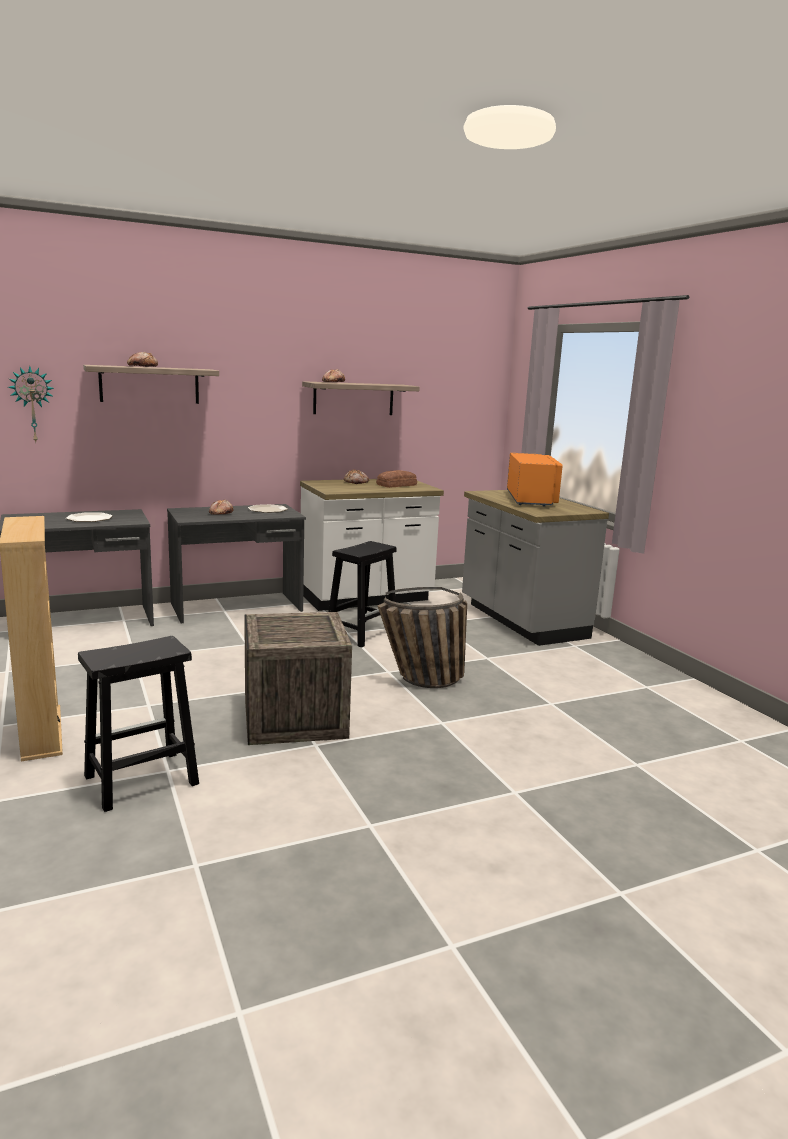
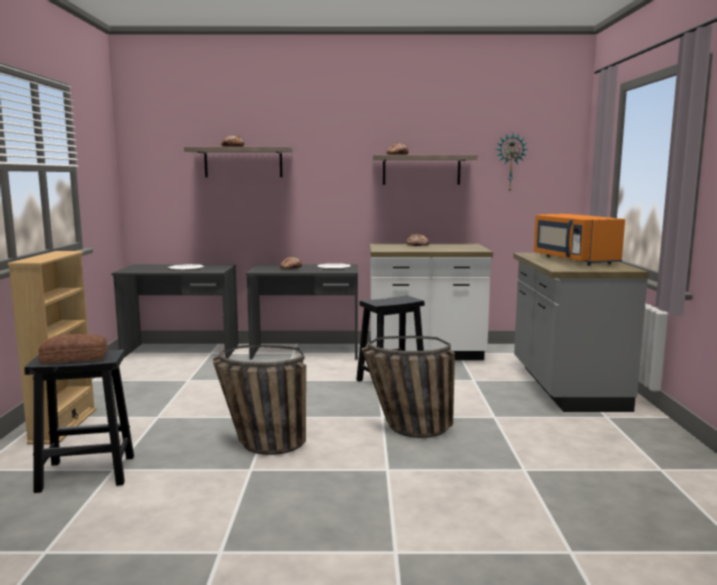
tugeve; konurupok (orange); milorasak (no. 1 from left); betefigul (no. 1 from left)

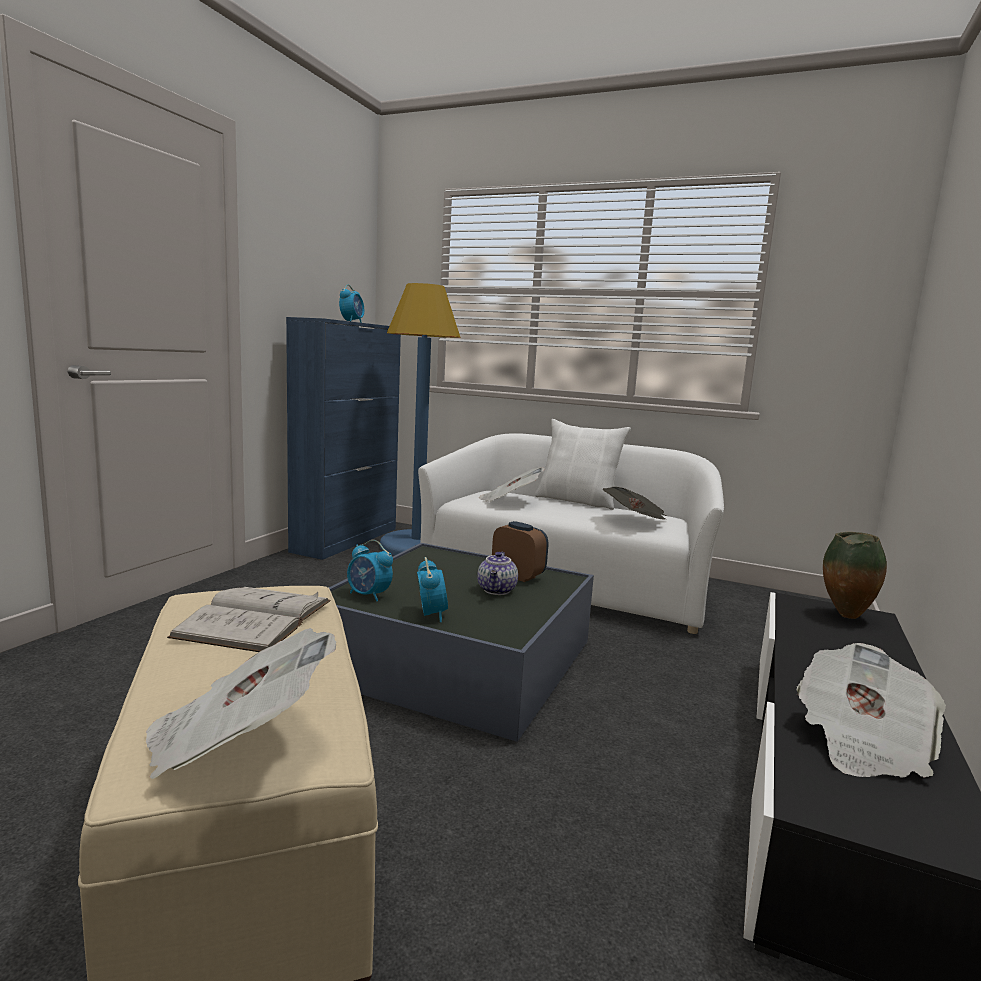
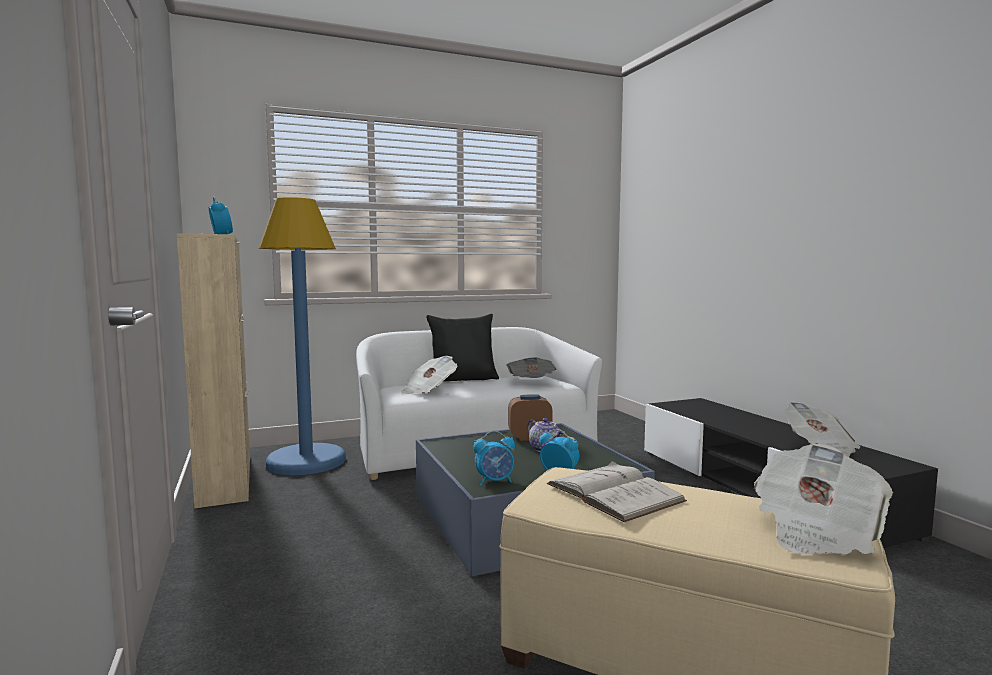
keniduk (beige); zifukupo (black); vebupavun

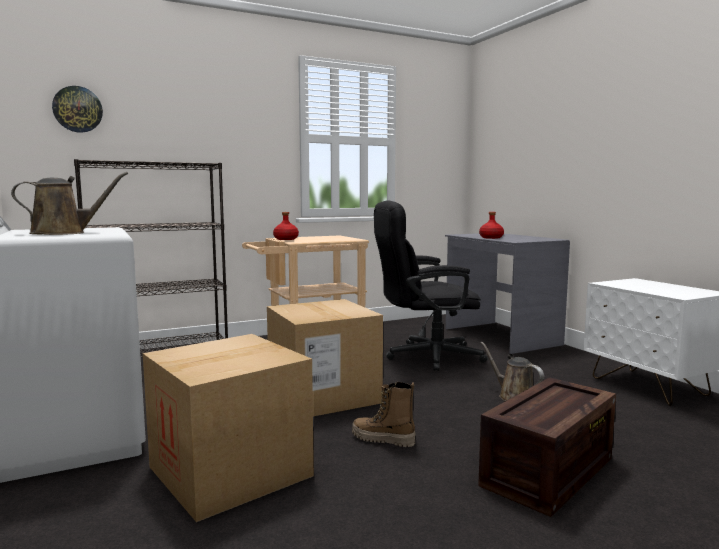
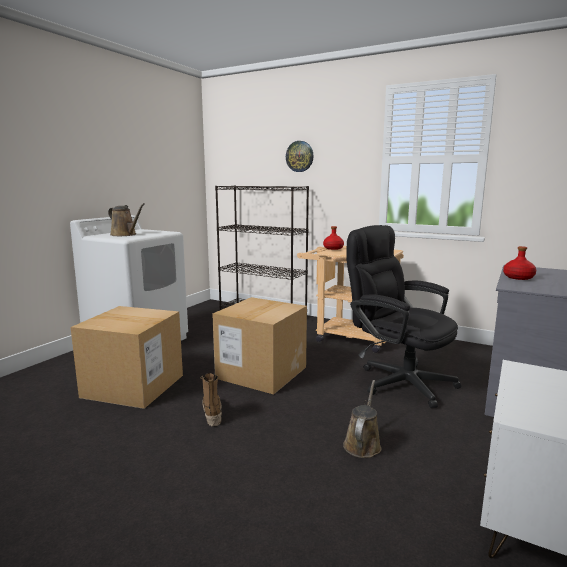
tugeve; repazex

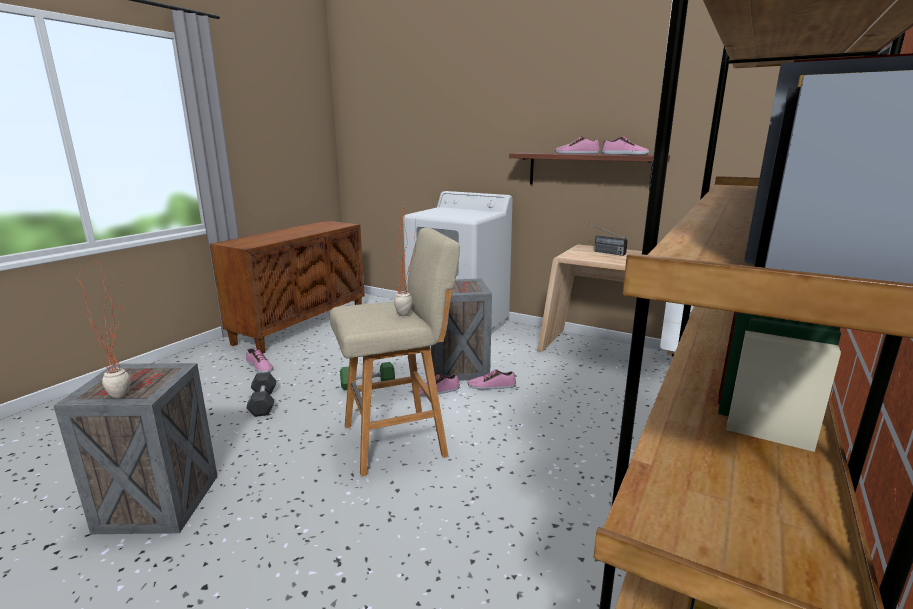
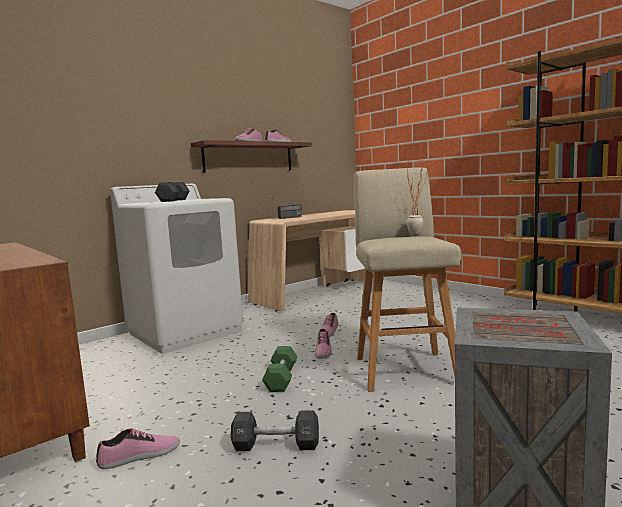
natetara (no. 1 from left in the first image); repazex (no. 2 from left in the first image); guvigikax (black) (no. 1 from left)

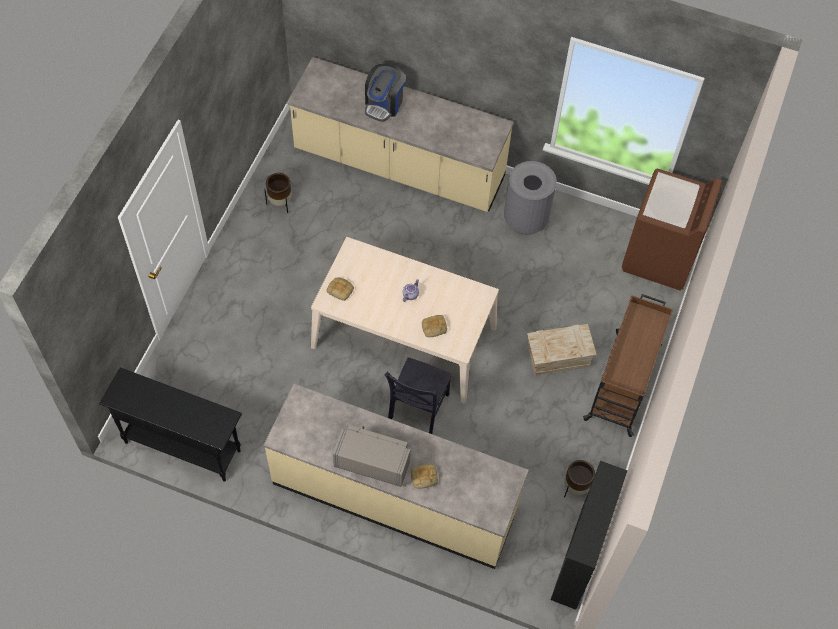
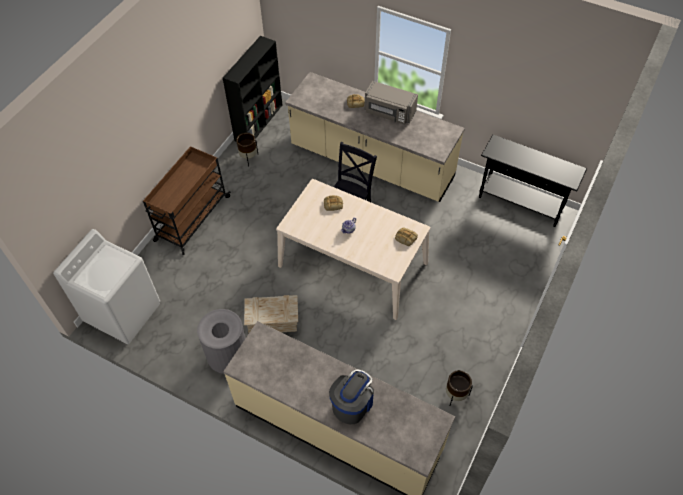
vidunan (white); repazex

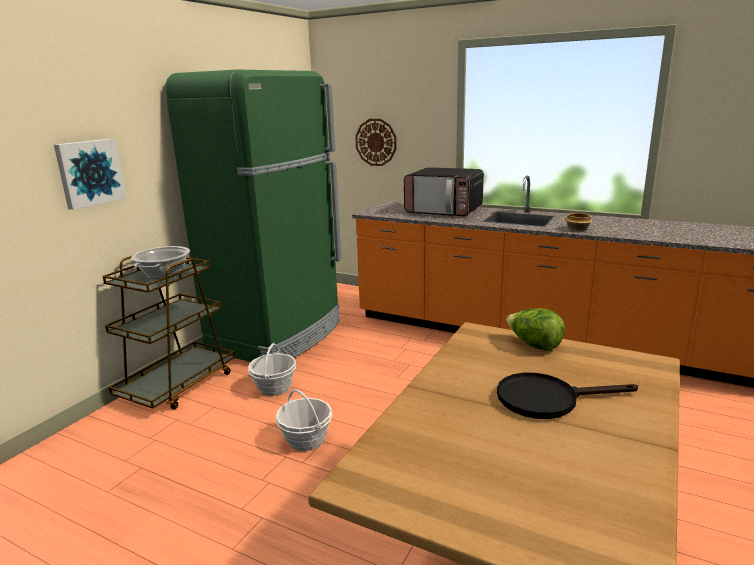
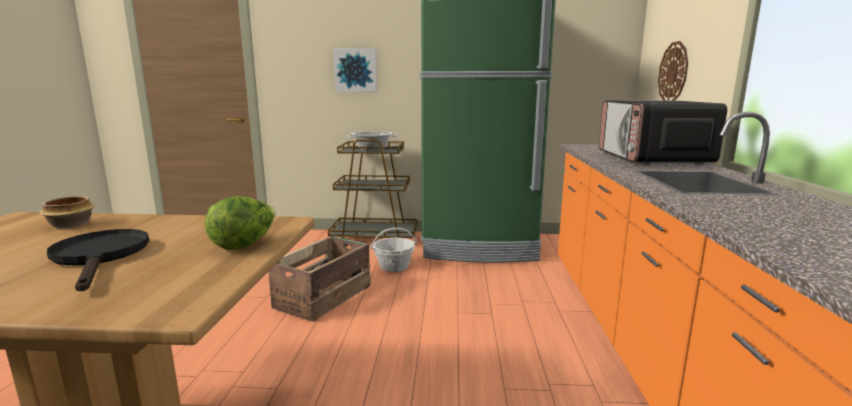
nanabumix; repazex

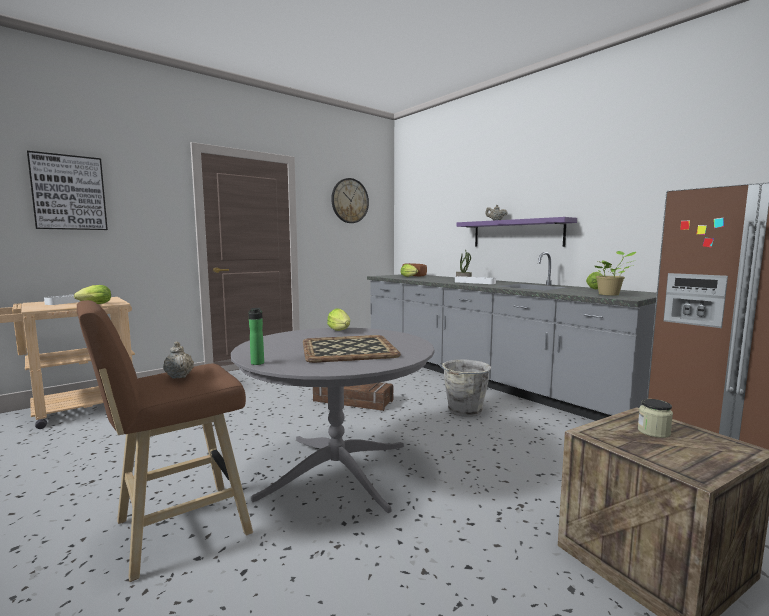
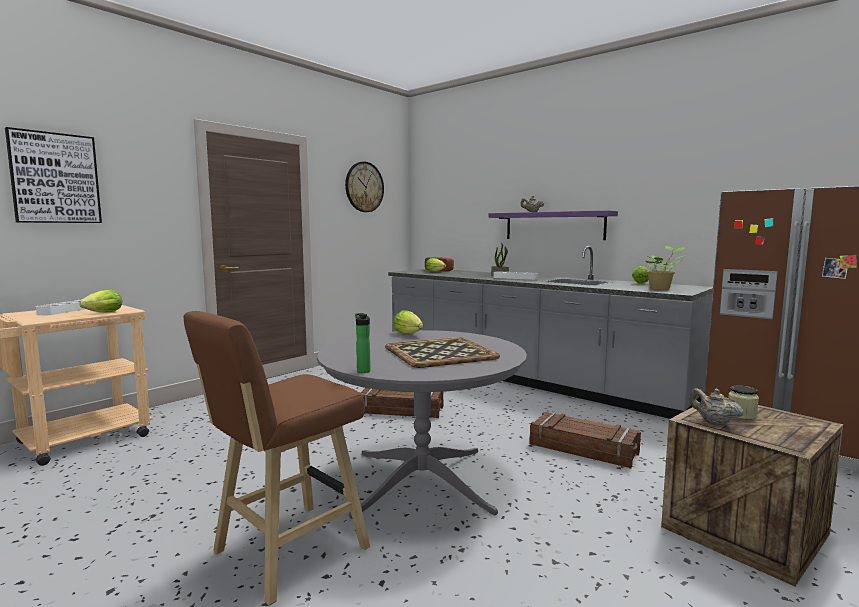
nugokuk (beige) (no. 2 from left); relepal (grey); repazex (no. 2 from left)

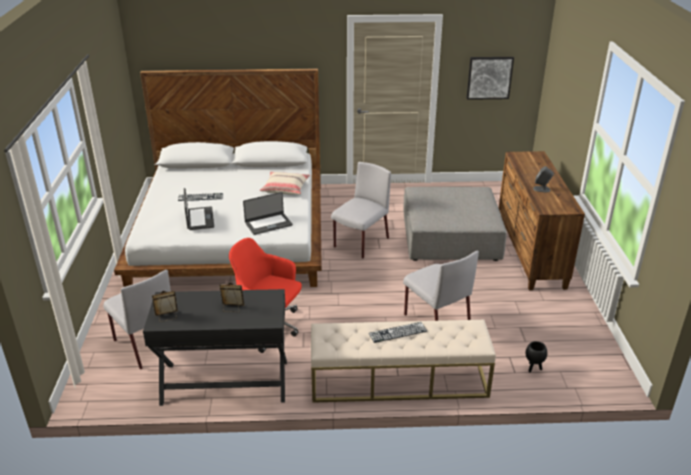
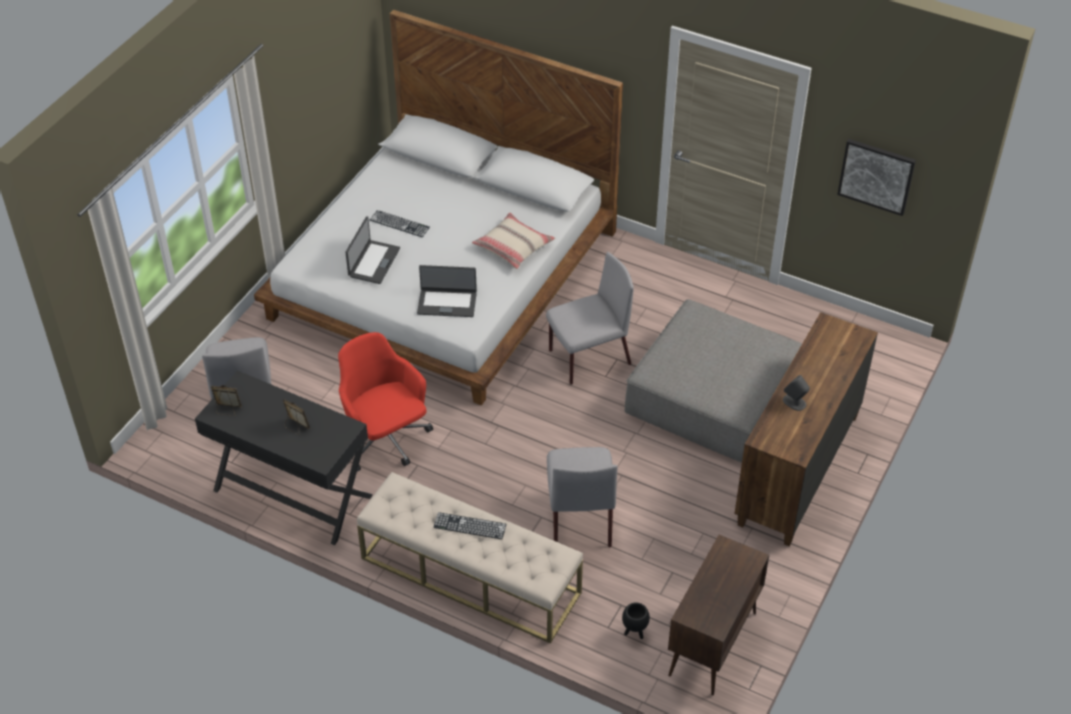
keniduk (brown)

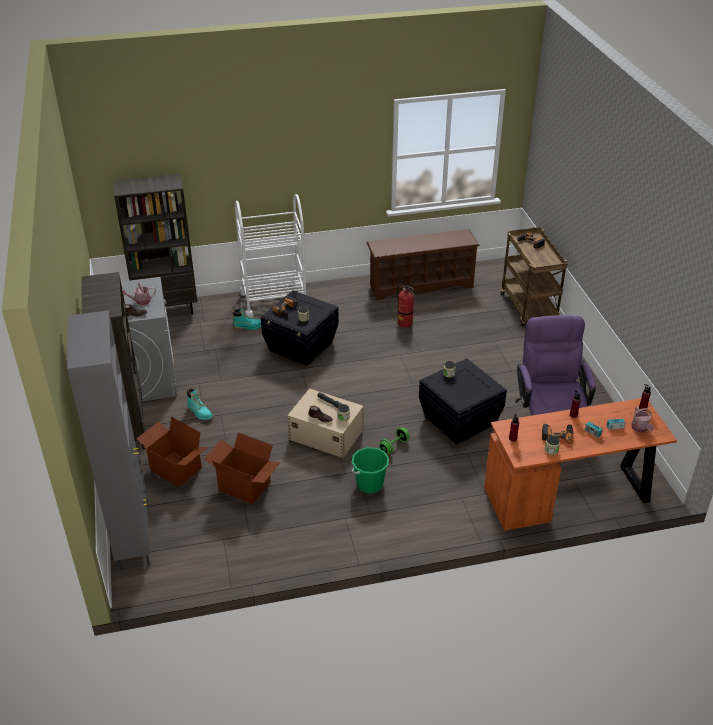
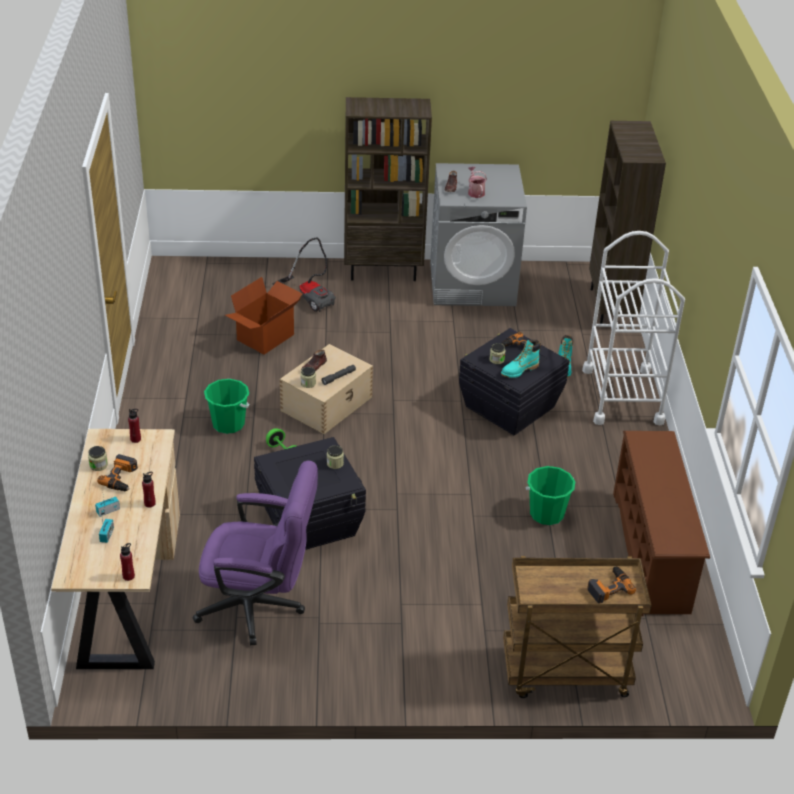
relepal (green) (no. 2 from left); keniduk (grey); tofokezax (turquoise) (no. 1 from left); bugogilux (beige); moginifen (no. 2 from left in the first image); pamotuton

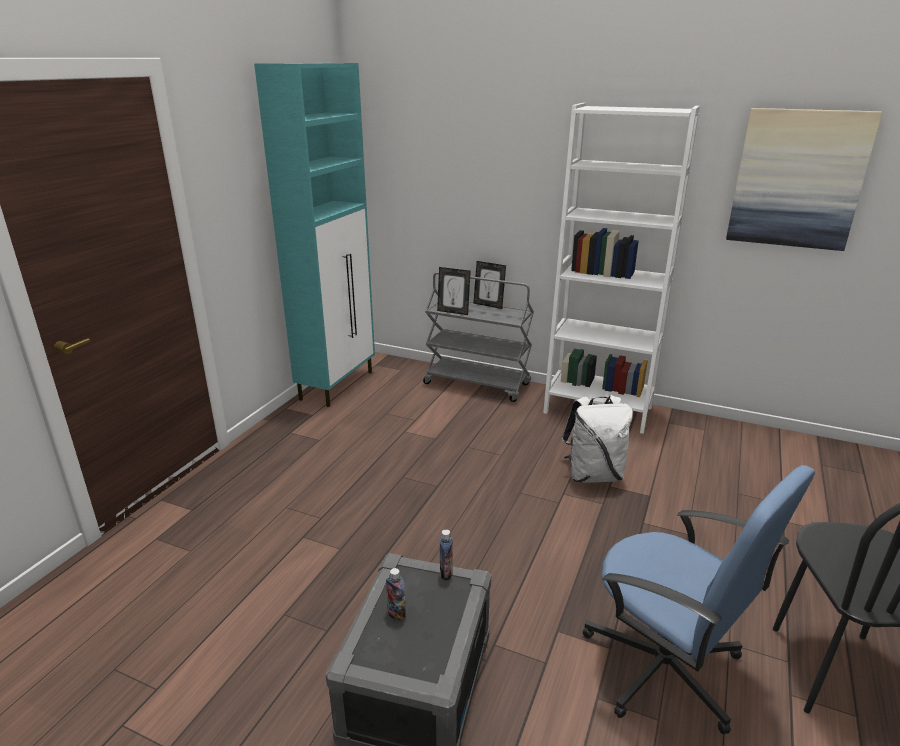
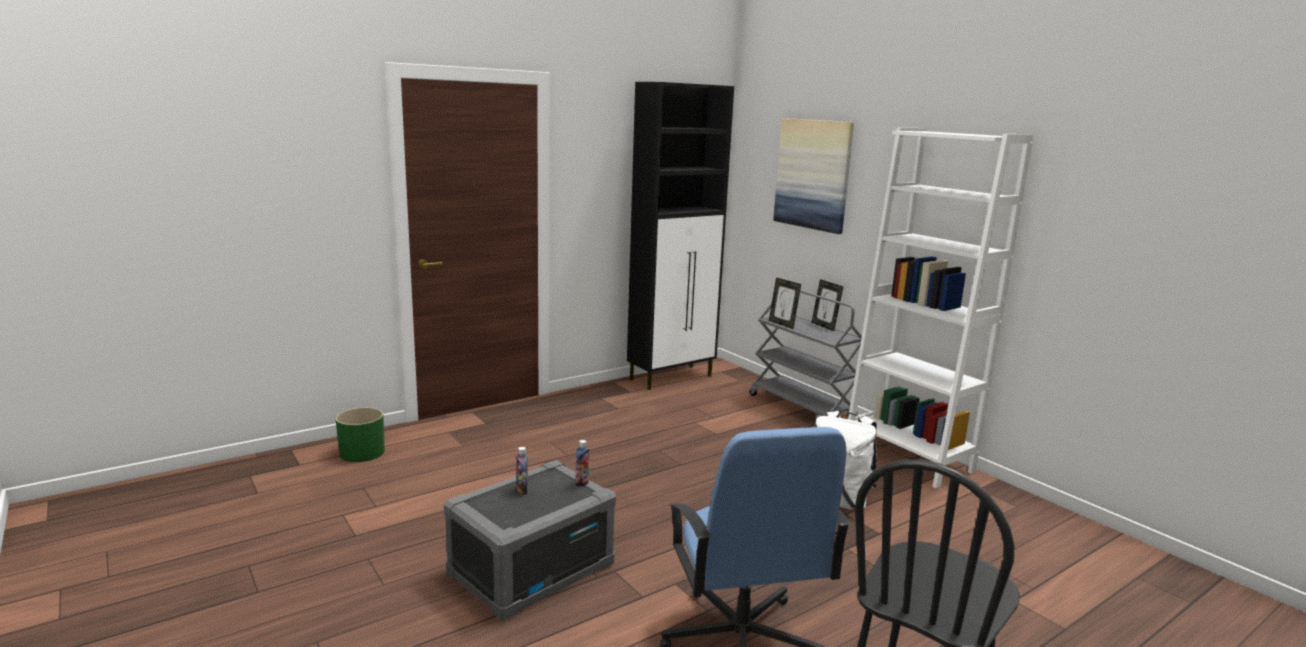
keniduk (black); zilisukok; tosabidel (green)

